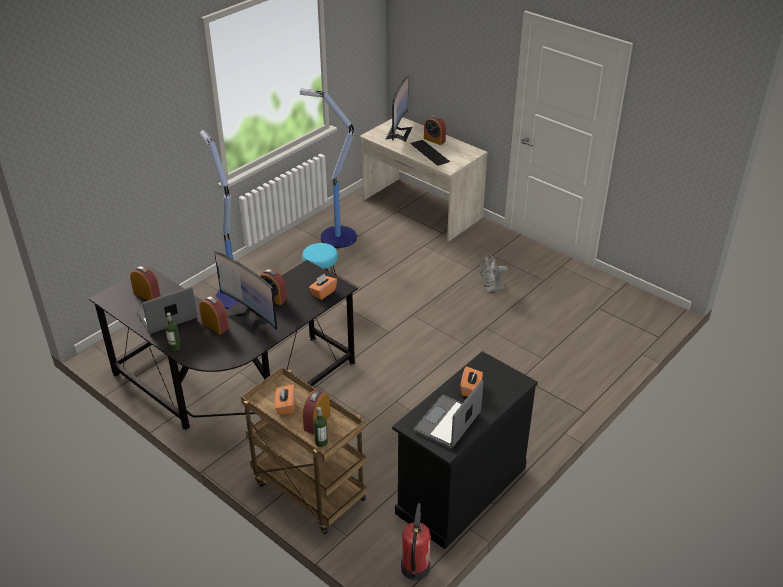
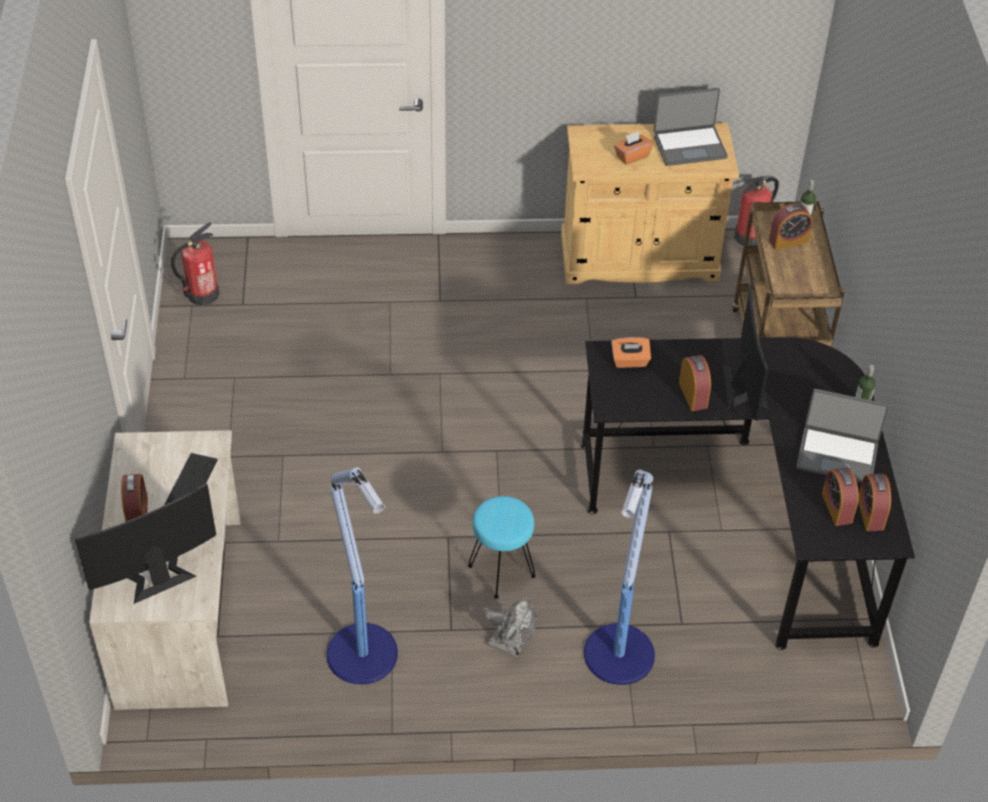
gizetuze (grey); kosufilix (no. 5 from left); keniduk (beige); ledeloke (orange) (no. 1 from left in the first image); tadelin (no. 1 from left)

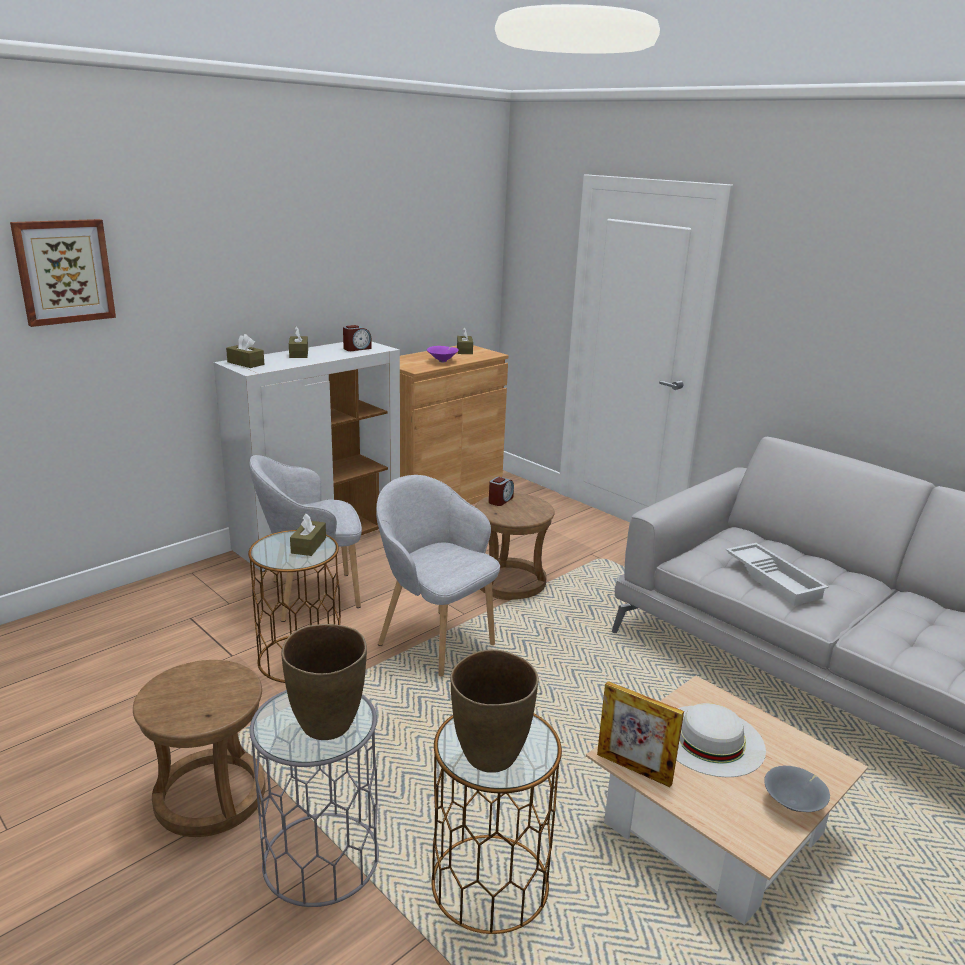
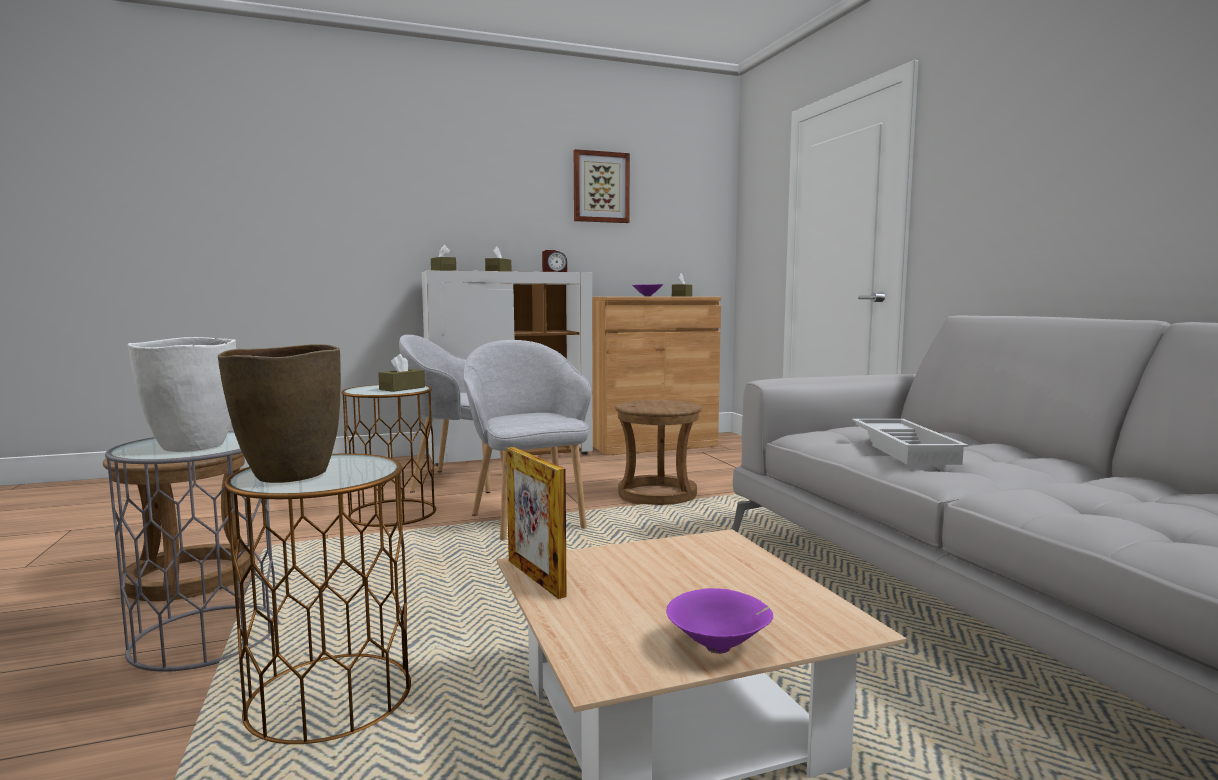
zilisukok; kosufilix (no. 2 from left in the first image); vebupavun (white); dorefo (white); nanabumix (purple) (no. 2 from left)

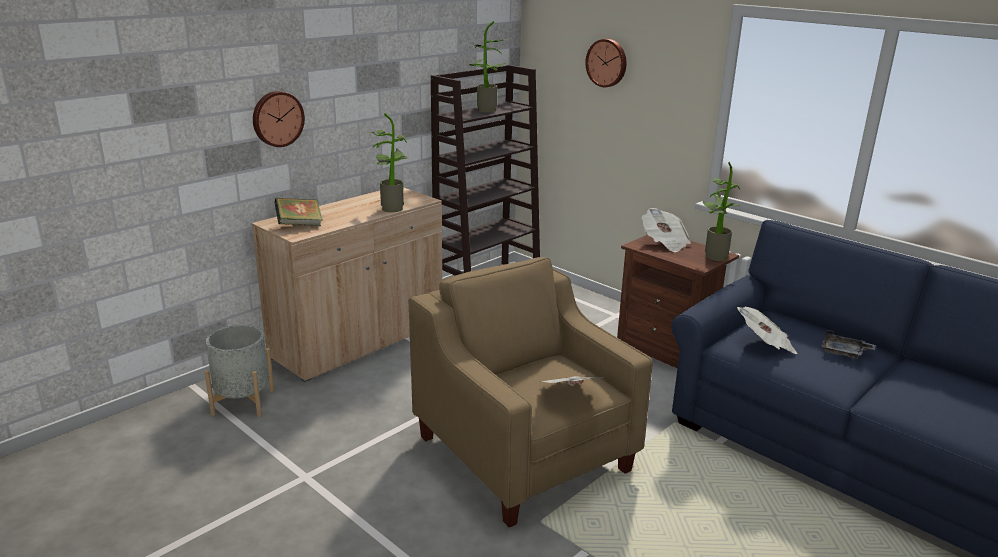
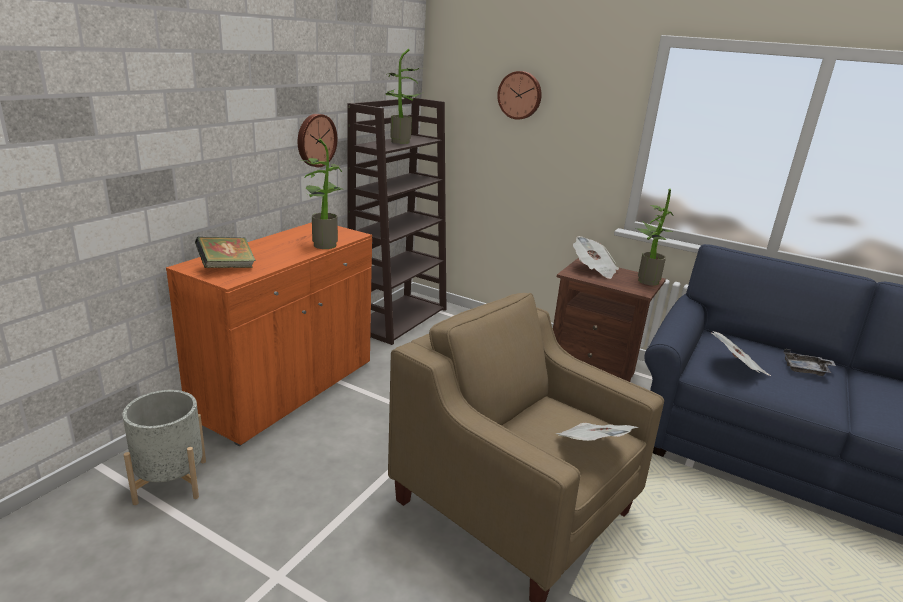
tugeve (no. 1 from left); keniduk (orange)

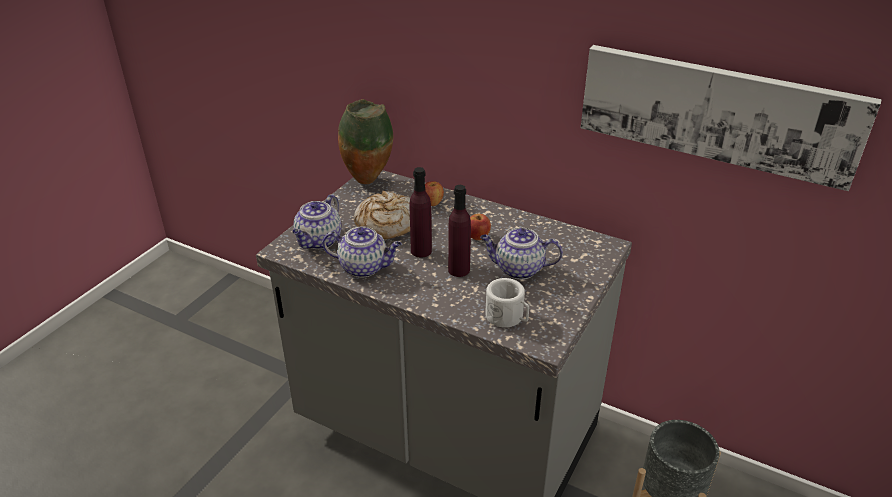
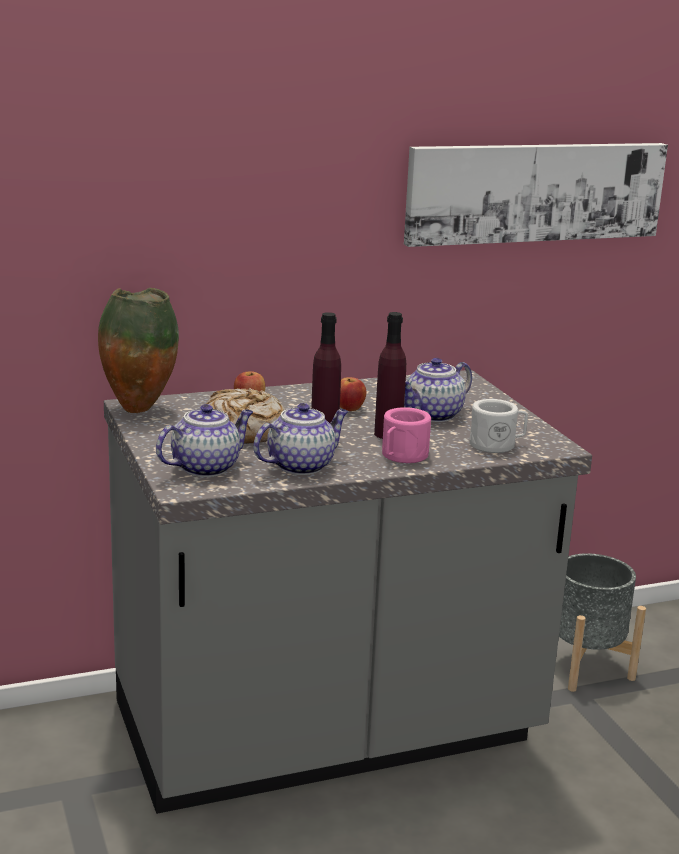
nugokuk (no. 1 from left); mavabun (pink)

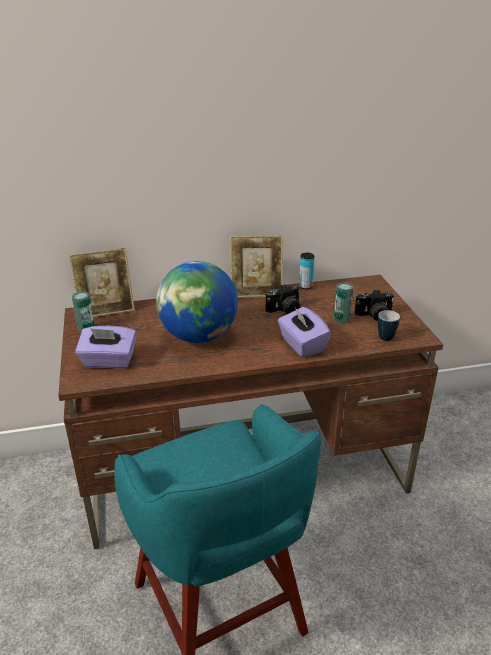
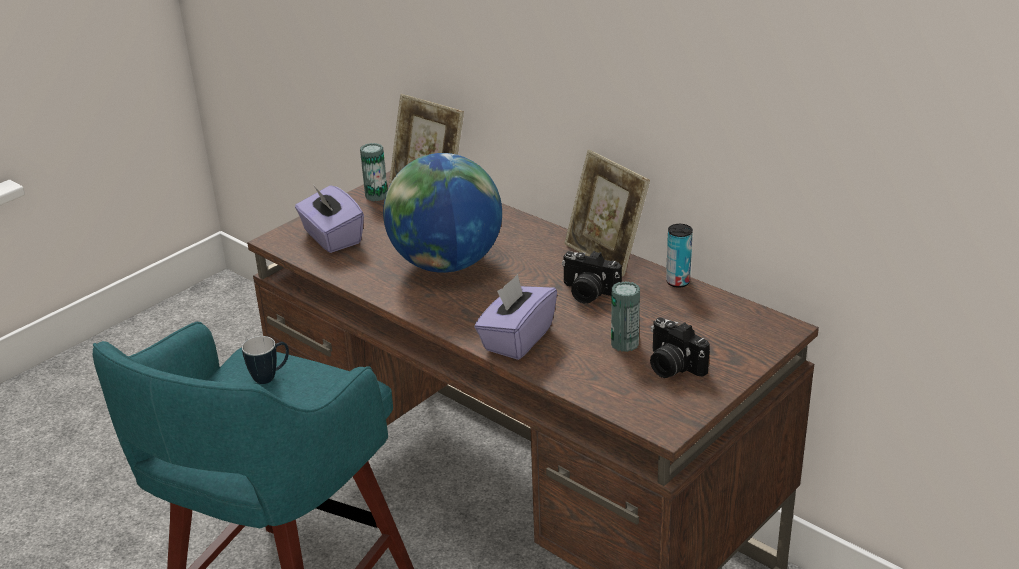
mavabun

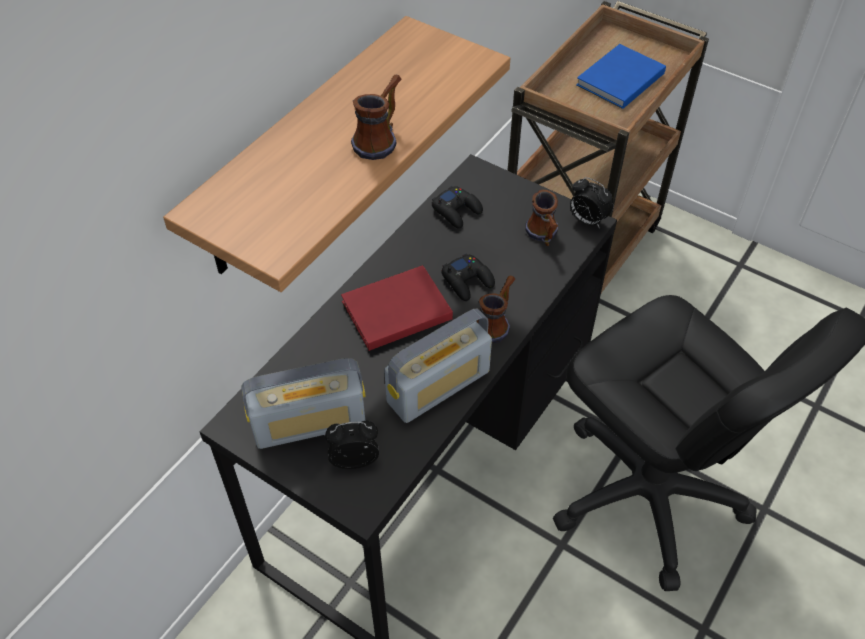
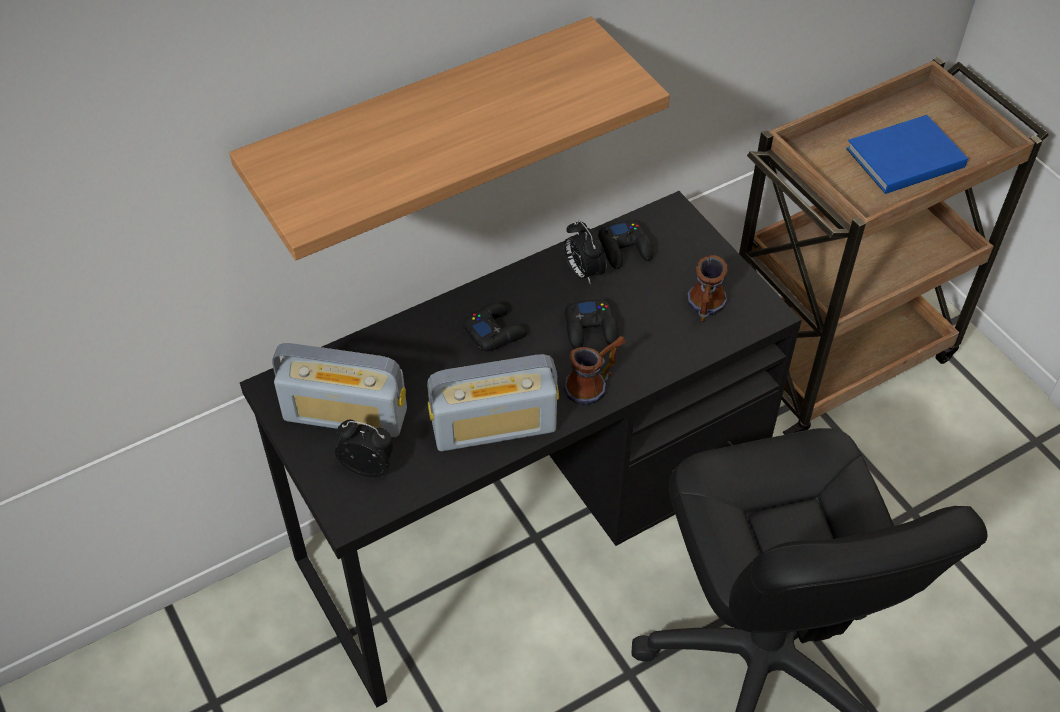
mavabun (no. 1 from left in the first image); kosufilix (no. 2 from left); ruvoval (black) (no. 1 from left)

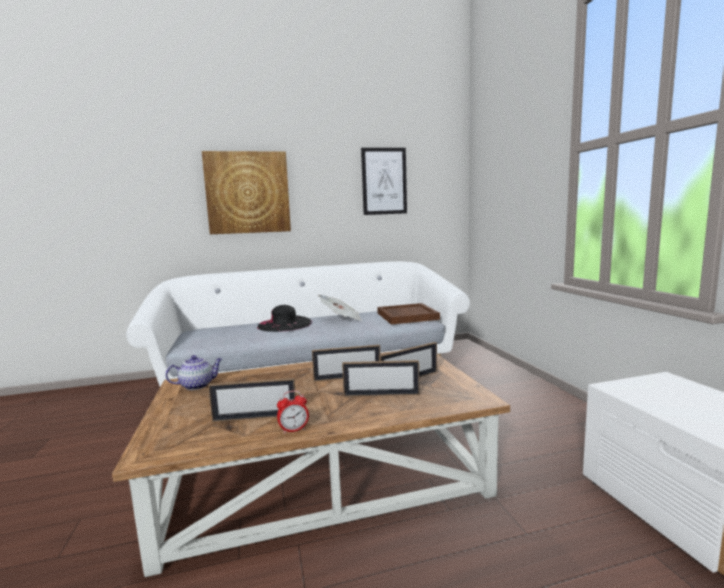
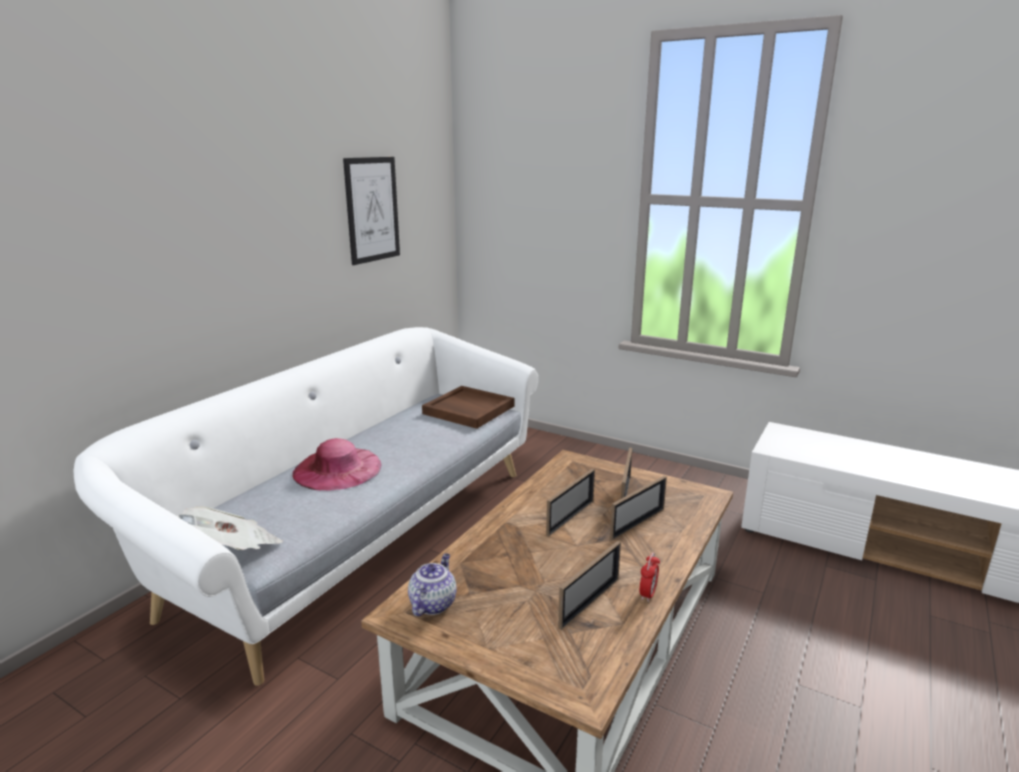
zilisukok (no. 1 from left in the first image); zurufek; dorefo (pink)

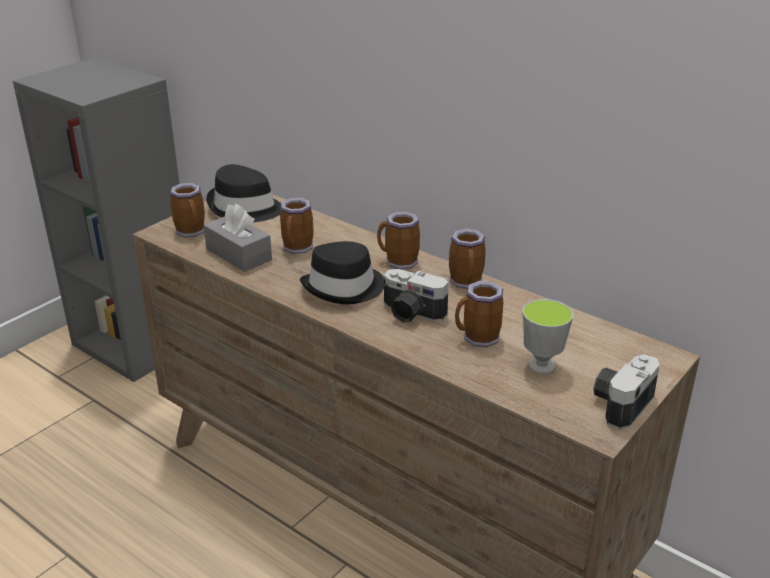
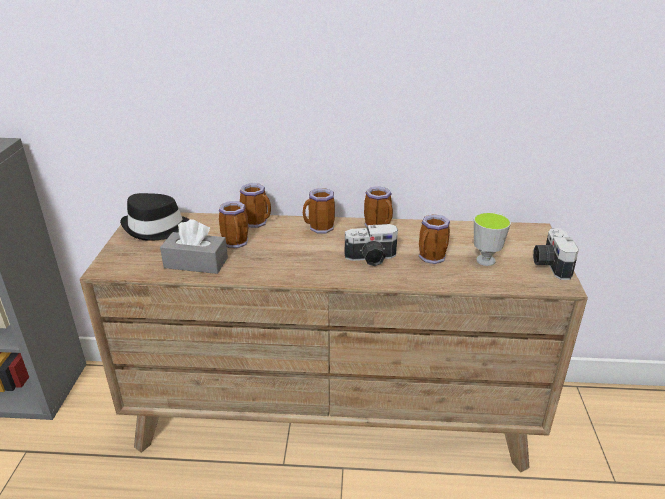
mavabun (no. 2 from left); dorefo (black) (no. 2 from left in the first image)

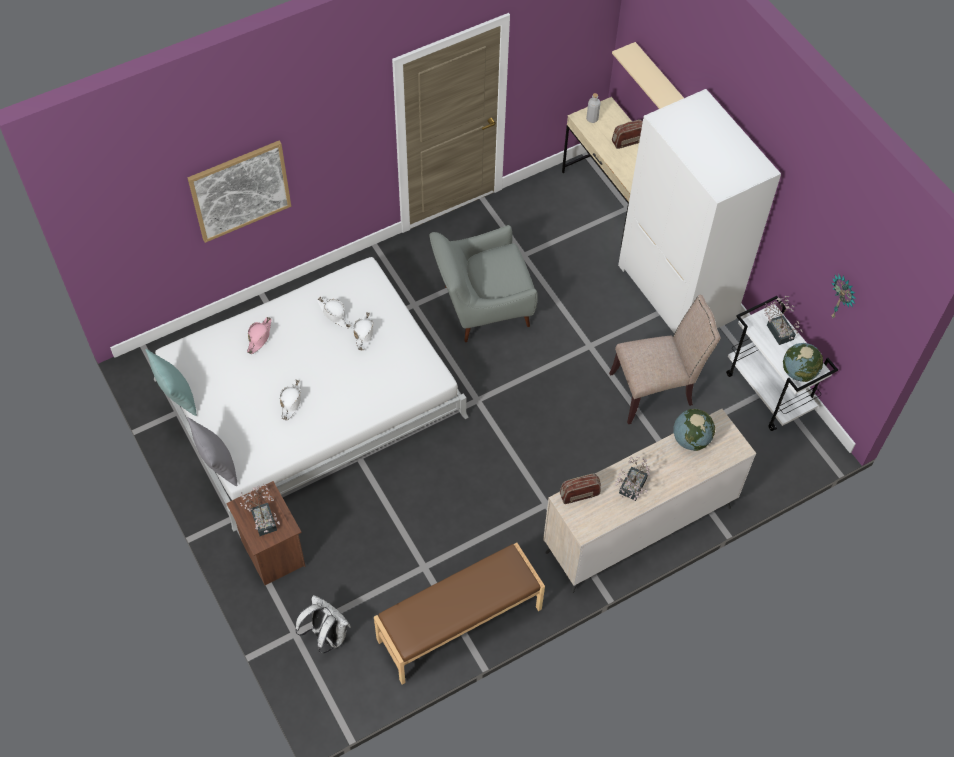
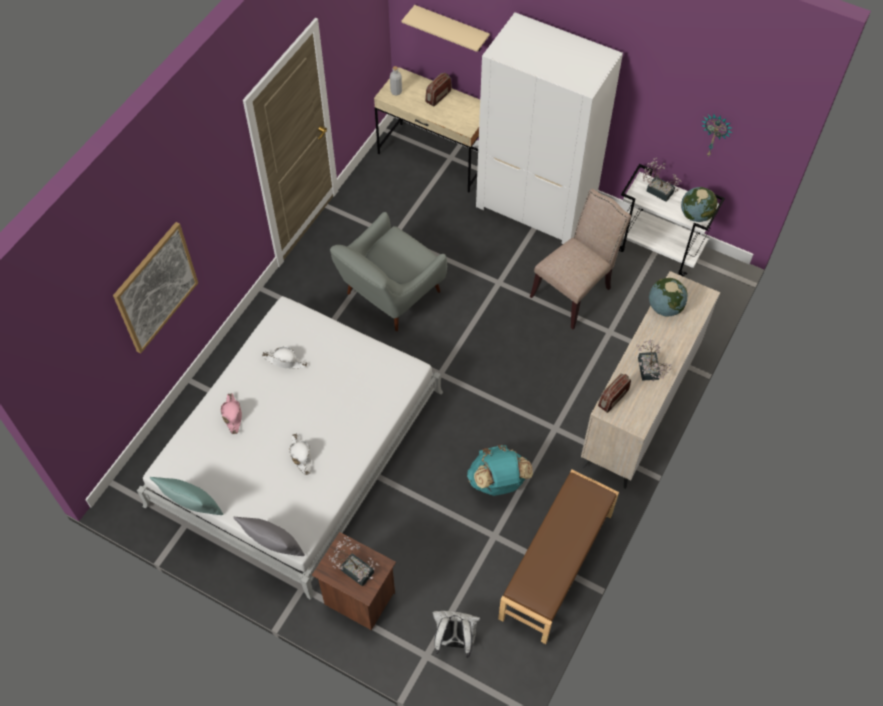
dorefo (white) (no. 3 from left in the first image); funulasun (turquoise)

